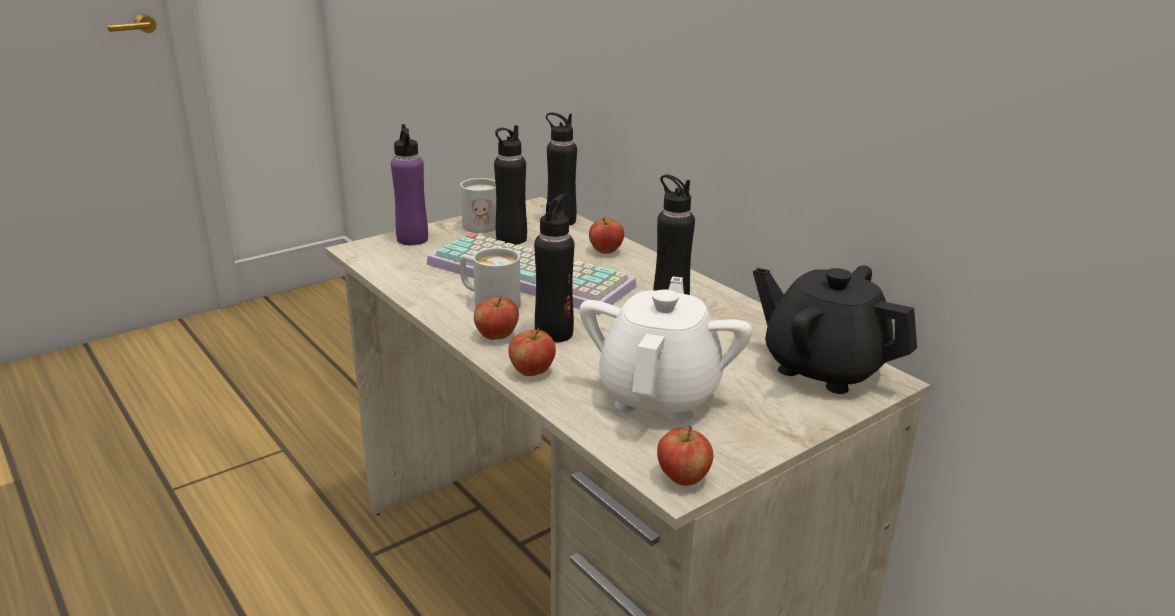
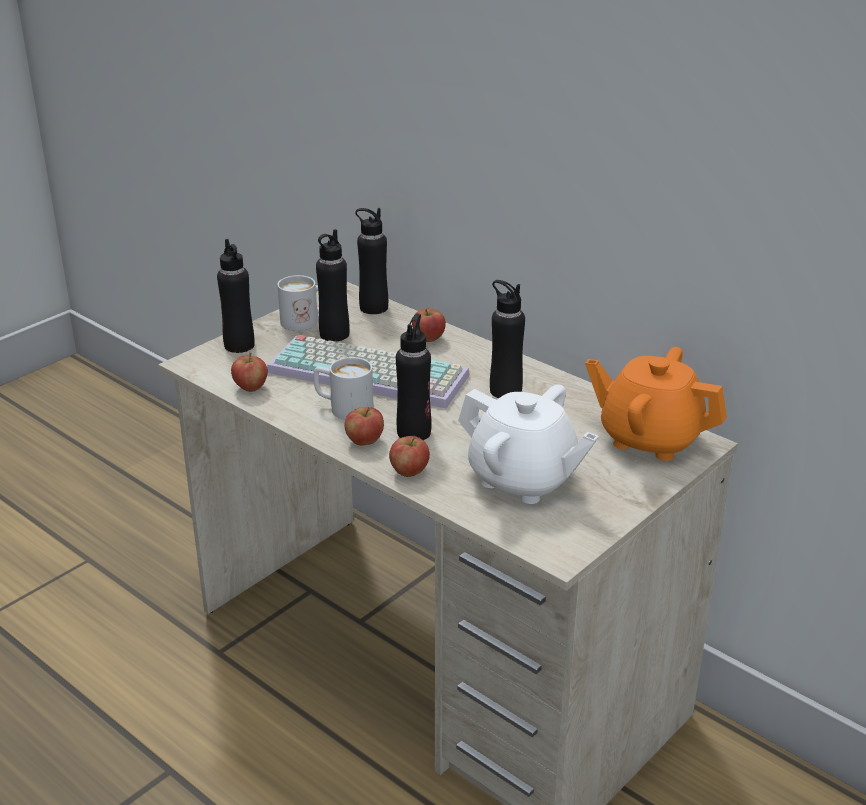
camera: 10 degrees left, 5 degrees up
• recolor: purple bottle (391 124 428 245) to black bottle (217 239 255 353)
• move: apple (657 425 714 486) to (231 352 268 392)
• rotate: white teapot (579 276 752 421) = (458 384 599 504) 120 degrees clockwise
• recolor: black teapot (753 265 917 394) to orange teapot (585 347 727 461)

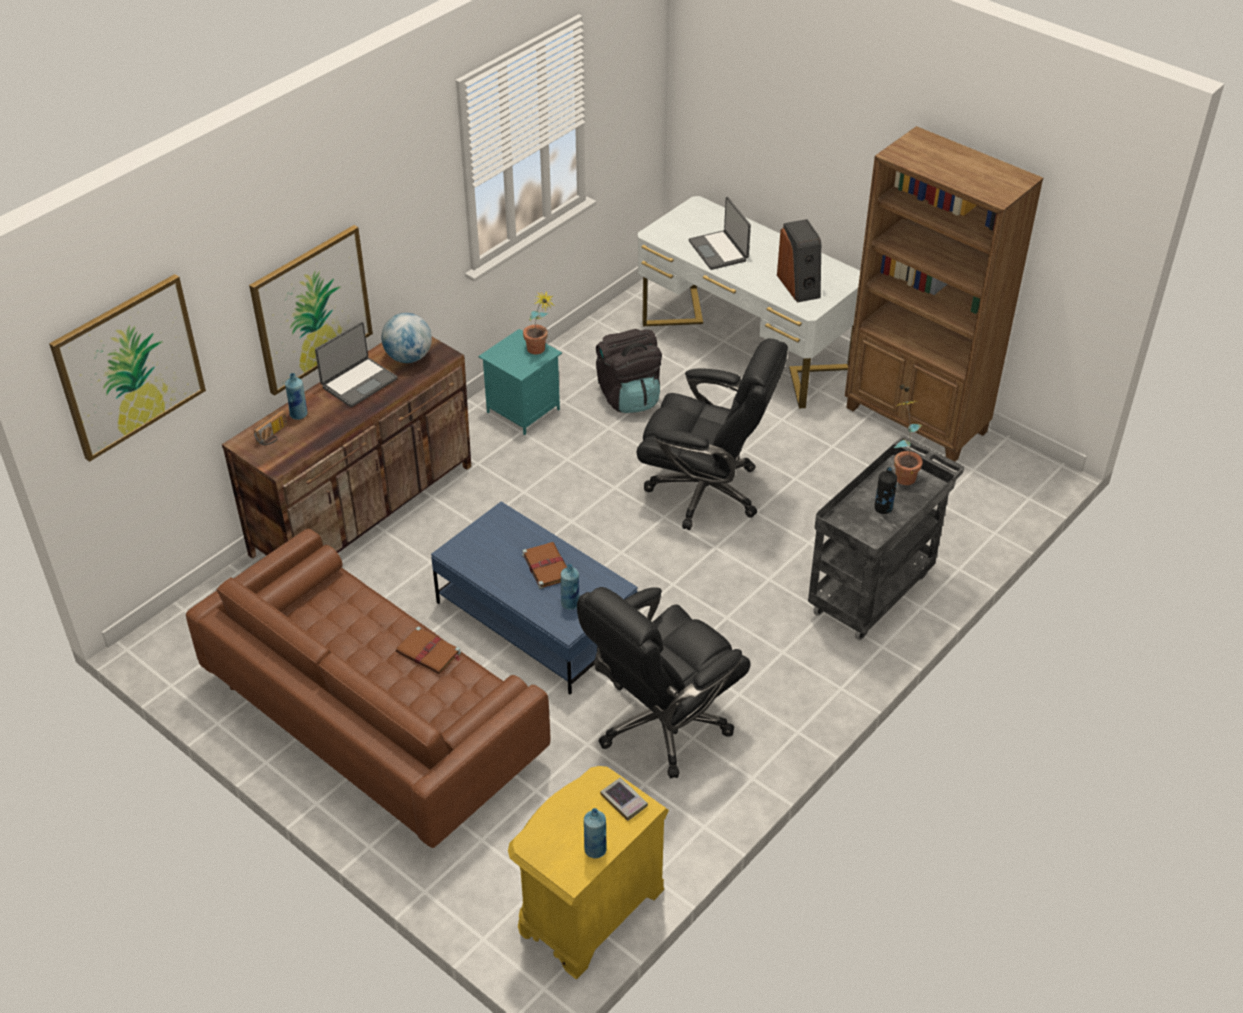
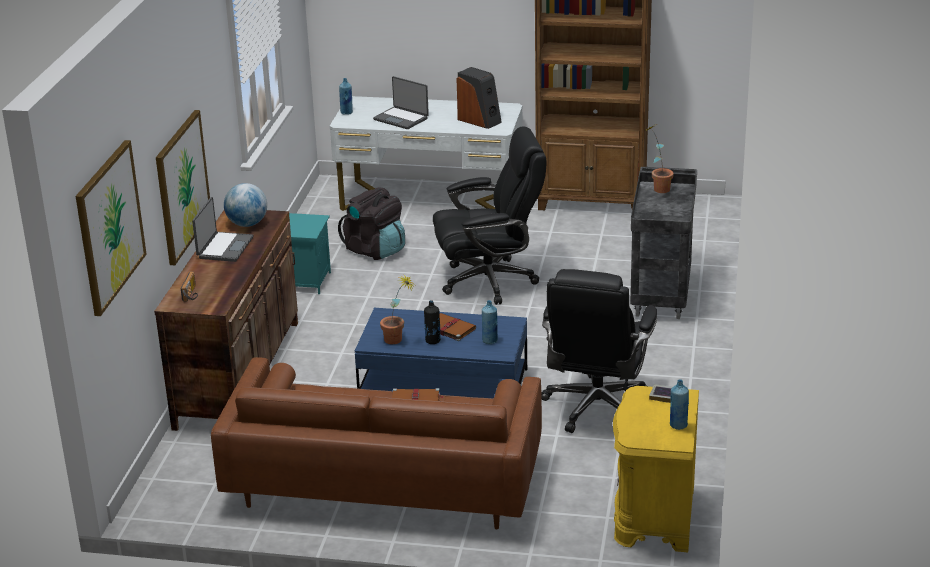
camera: 30 degrees left, 15 degrees down
• move: bluish bottle (285 373 307 420) to (339 78 353 115)
• move: plant in a pot (523 291 554 354) to (380 274 415 344)
• move: black bottle (874 467 897 514) to (424 300 441 344)

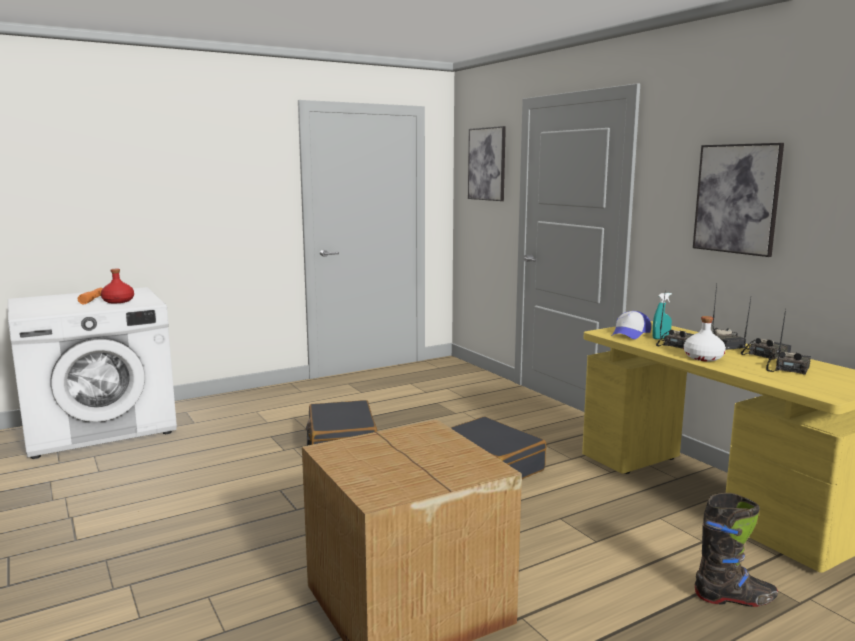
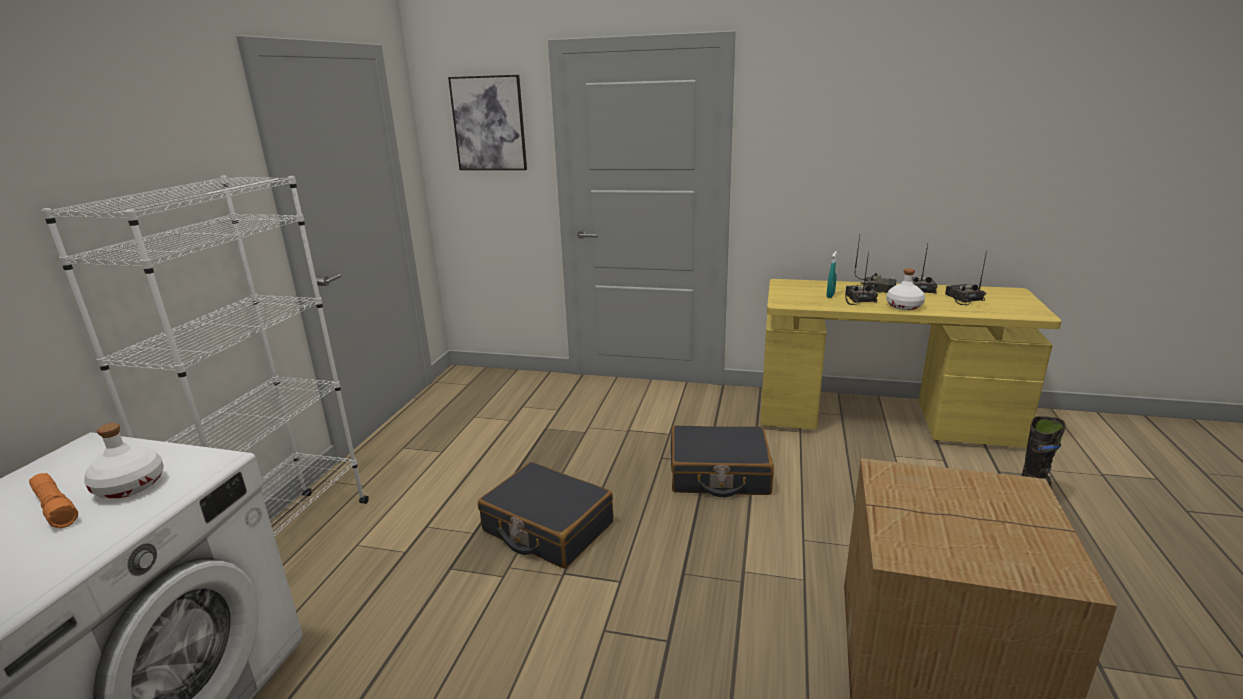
camera: 45 degrees left, 10 degrees up
• insert: white bookcase (41 176 369 537)
• recolor: red-coloured bottle (101 269 134 303) to white bottle (84 423 164 499)
• delete: cap (612 311 651 339)
• delete: picture (693 143 784 257)

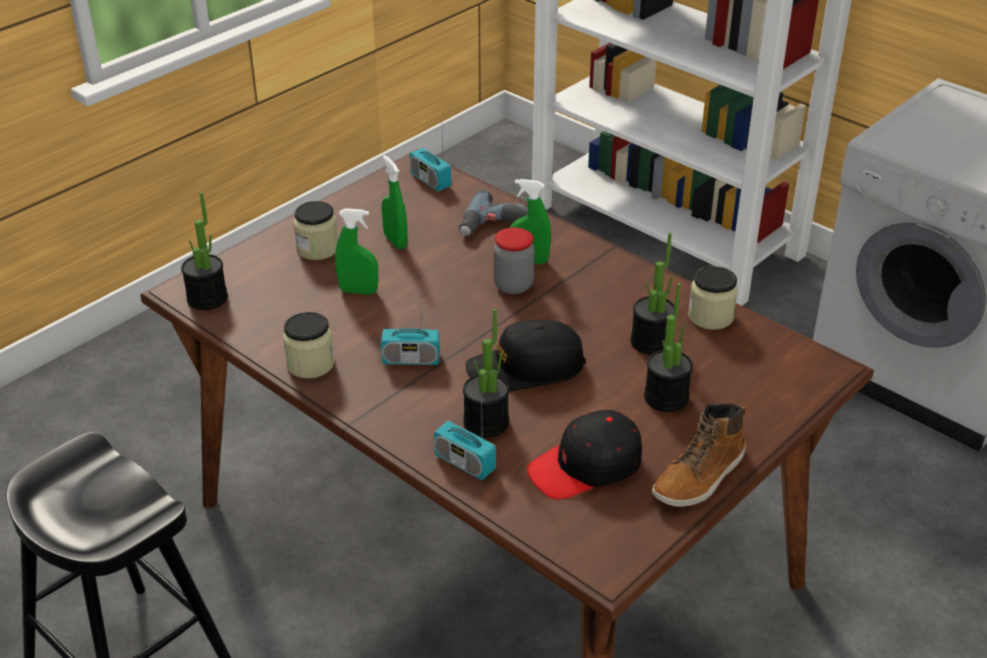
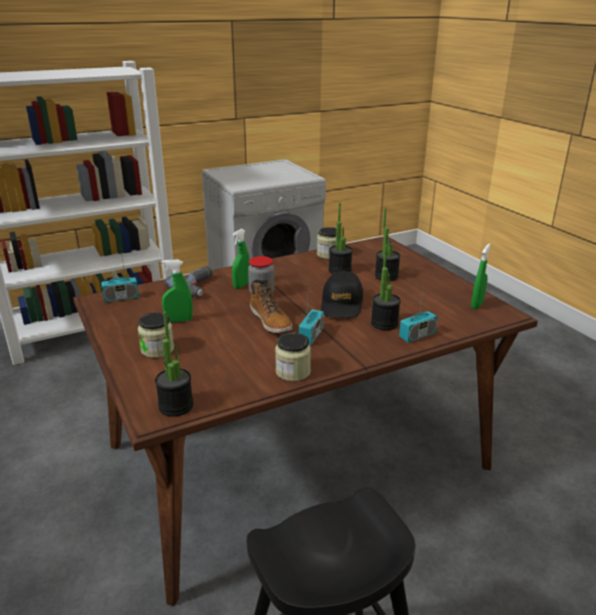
camera: 70 degrees left, 10 degrees down
• move: high-top boot (652 404 746 507) to (250 279 293 333)
• move: green-coloured spray bottle (335 208 378 295) to (471 244 491 309)
• delete: black cap (527 410 642 500)

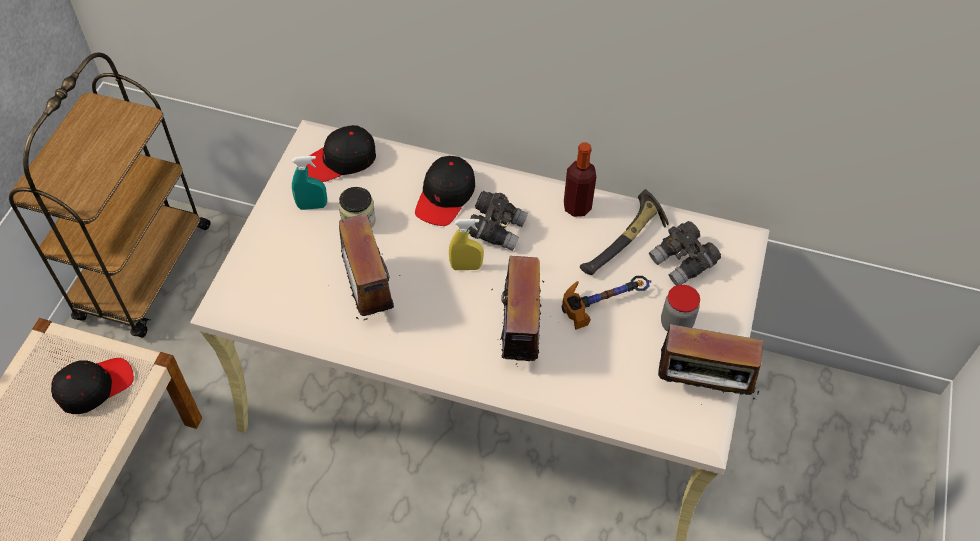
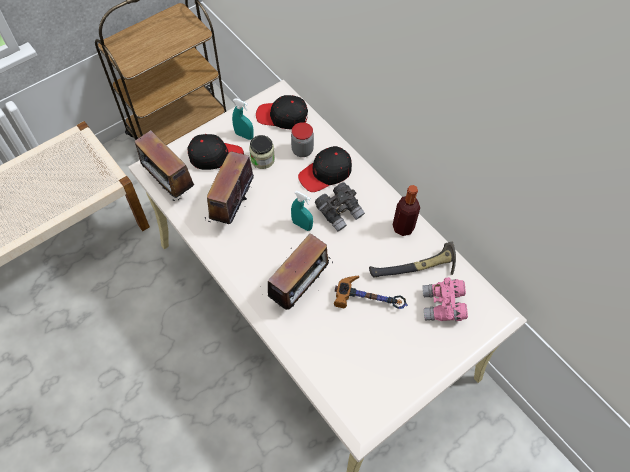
camera: 35 degrees right, 5 degrees up
• move: radio receiver (658 322 763 400) to (135 130 194 201)
• move: black cap (51 358 134 414) to (188 134 244 170)
• move: jar (661 285 700 332) to (291 122 314 157)
• recolor: yellowish spray bottle (449 219 484 270) to blue-green spray bottle (291 191 313 231)
• recolor: gray pair of binoculars (649 221 721 286) to pink pair of binoculars (423 277 468 321)

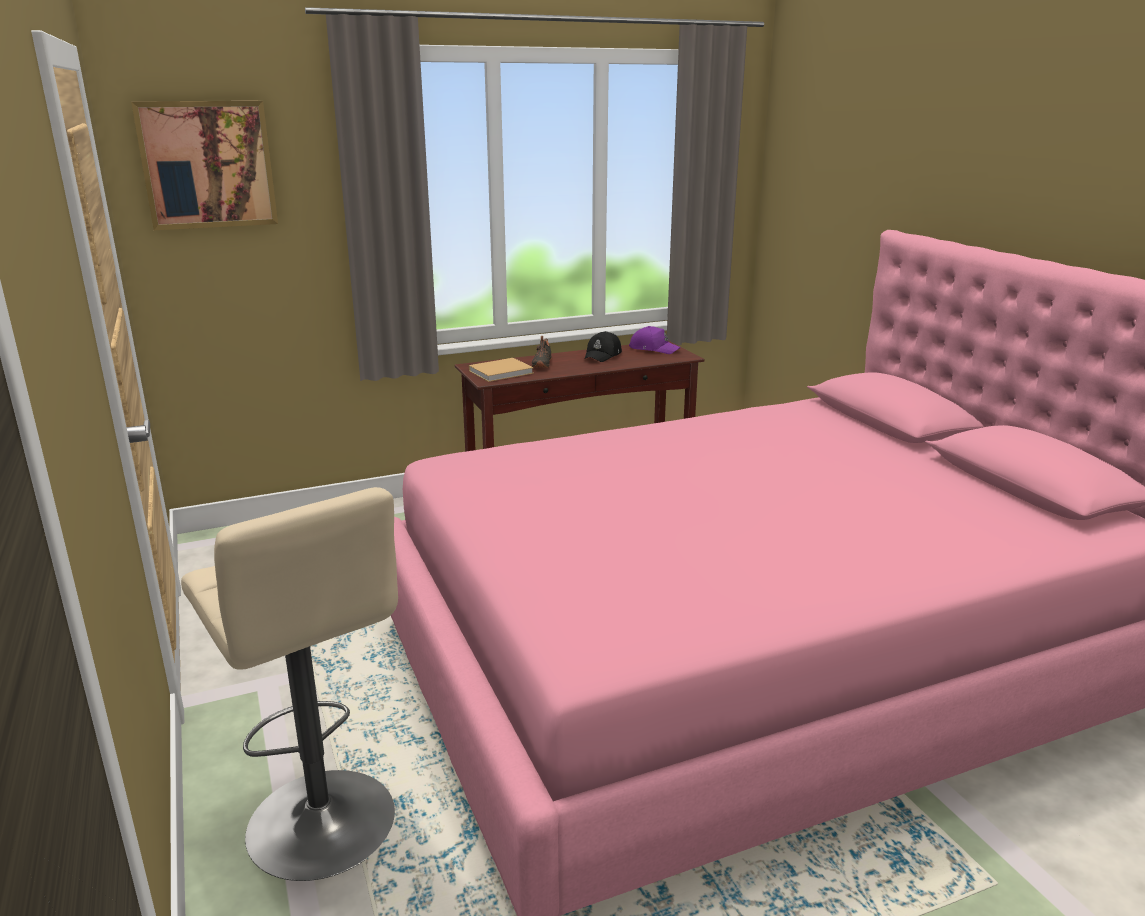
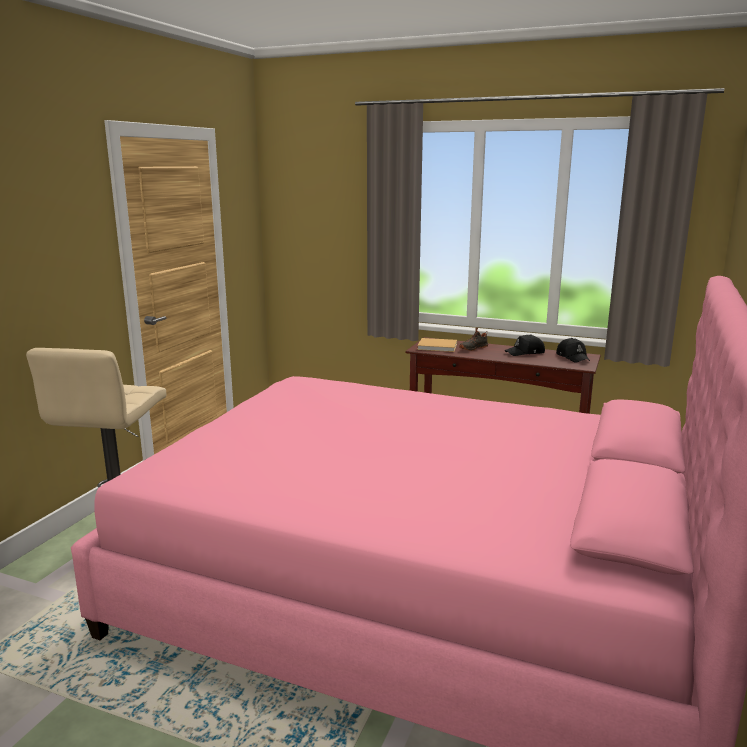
camera: 45 degrees right, 5 degrees down
• recolor: purple cap (629 326 680 354) to black cap (556 338 590 363)
• delete: picture (131 101 278 230)

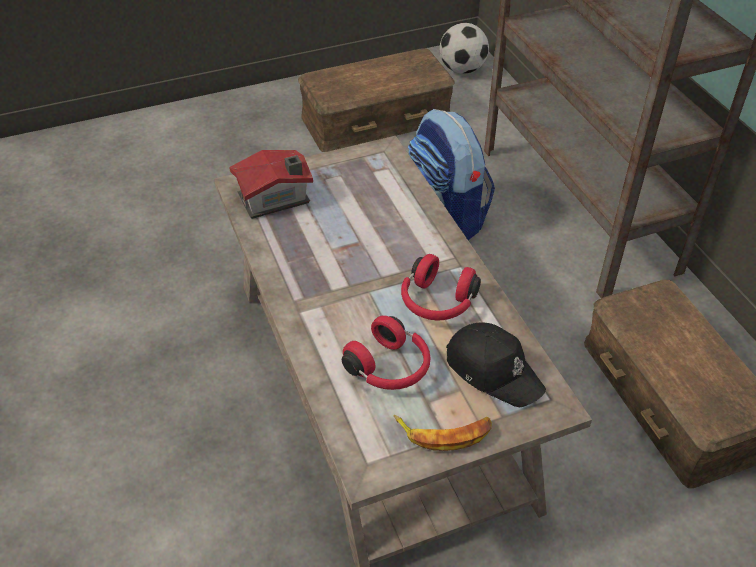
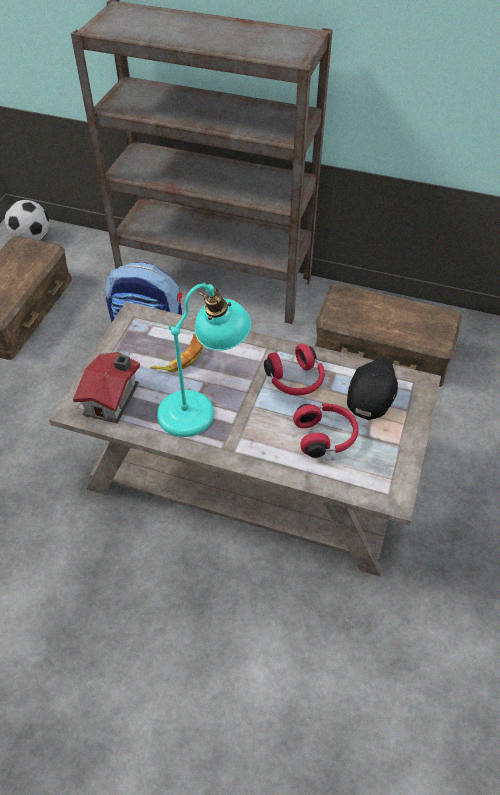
camera: 50 degrees left, 5 degrees up
• move: banana fruit (394 415 492 451) to (150 334 203 372)
• insert: blue-green table lamp (157 282 251 437)
• rotate: black cap (446 323 546 407) = (347 357 398 420) 60 degrees counterclockwise

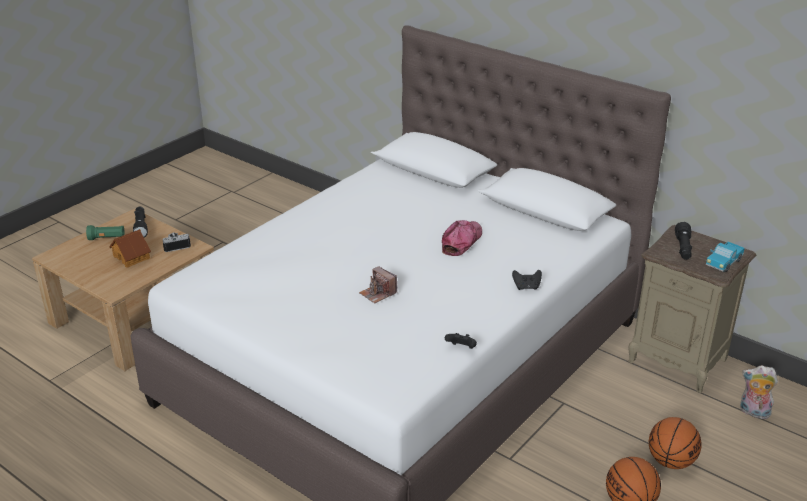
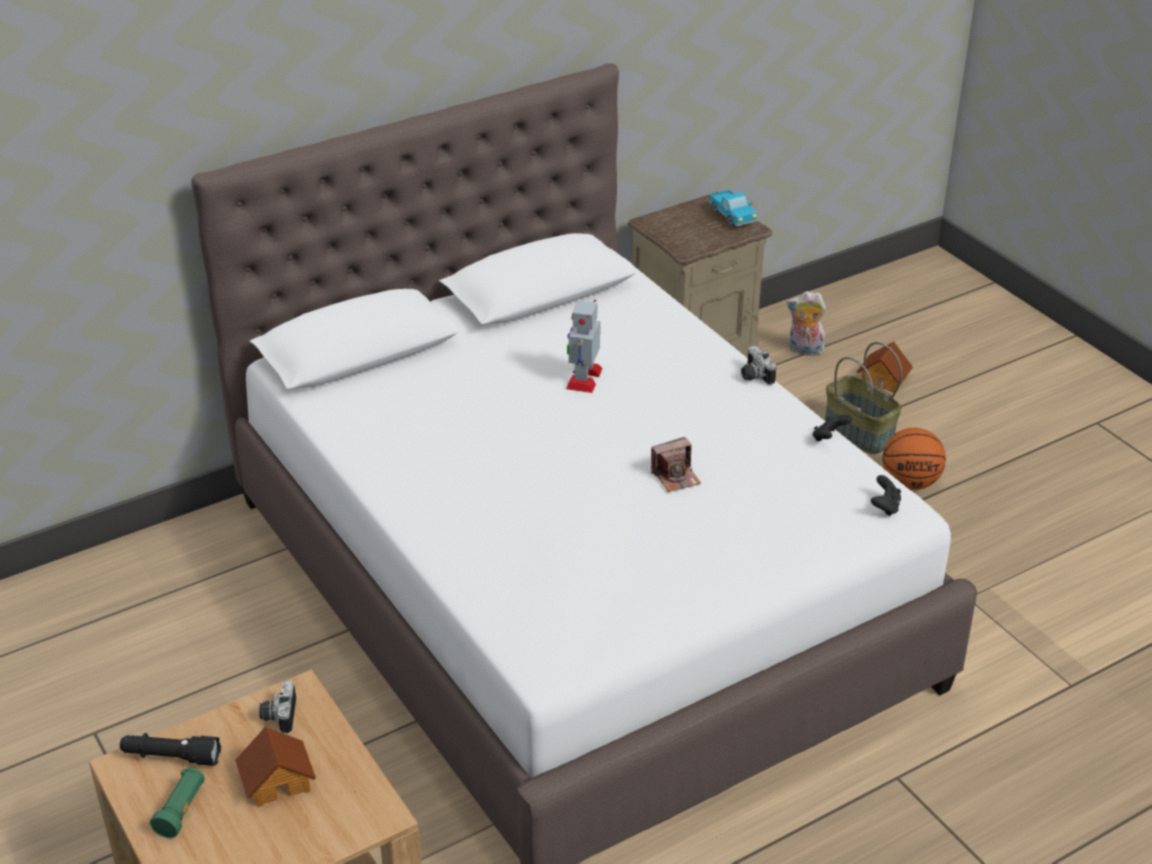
camera: 70 degrees left, 5 degrees up
• replace: cap (442 220 482 256) to toy robot (566 300 602 393)
• insert: still camera (741 346 776 385)
• rotate: cuddly toy (740 365 778 419) = (786 291 826 356) 60 degrees clockwise
• replace: basketball ball (649 417 702 469) to storage basket (824 342 902 454)
• insert: miniature house (857 341 913 393)
• move: black joypad (512 270 542 290) to (871 475 901 516)
• delete: black flashlight (675 222 692 260)

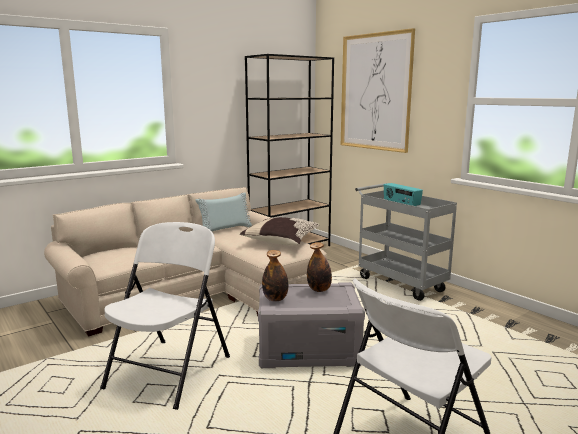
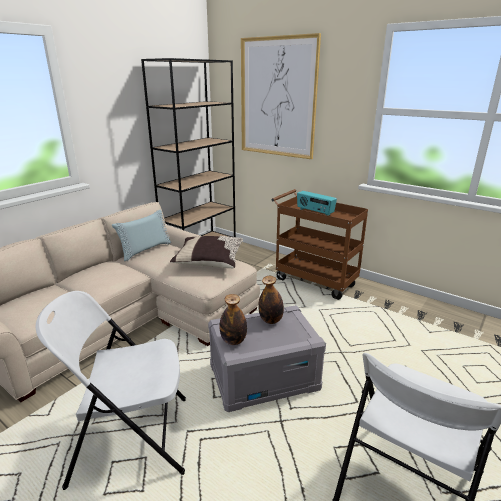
camera: 15 degrees left, 10 degrees up
• rotate: white upright chair (100 222 230 410) = (36 291 186 490) 105 degrees counterclockwise
• recolor: gray trolley (355 183 457 301) to brown-coloured trolley (271 189 368 300)

